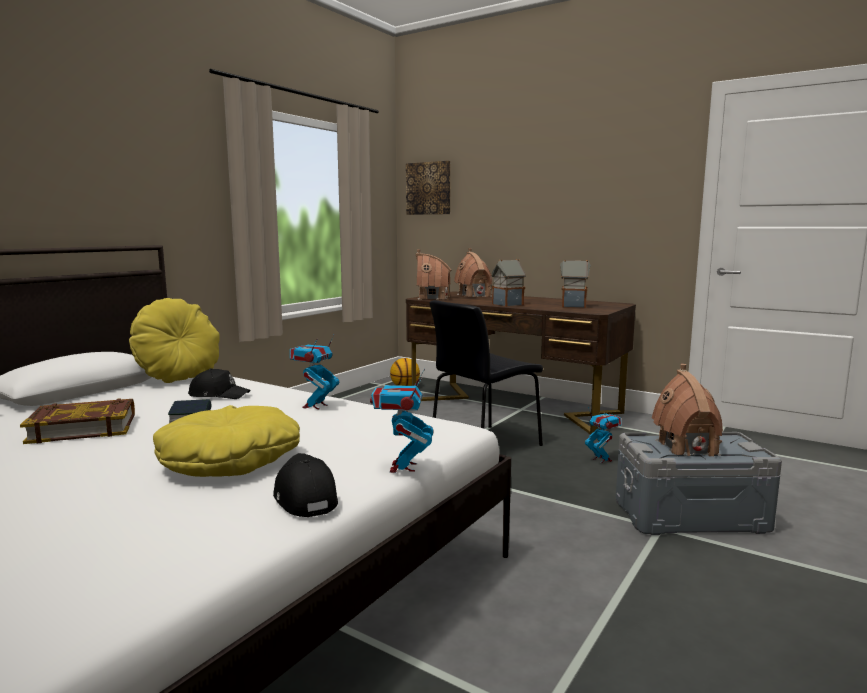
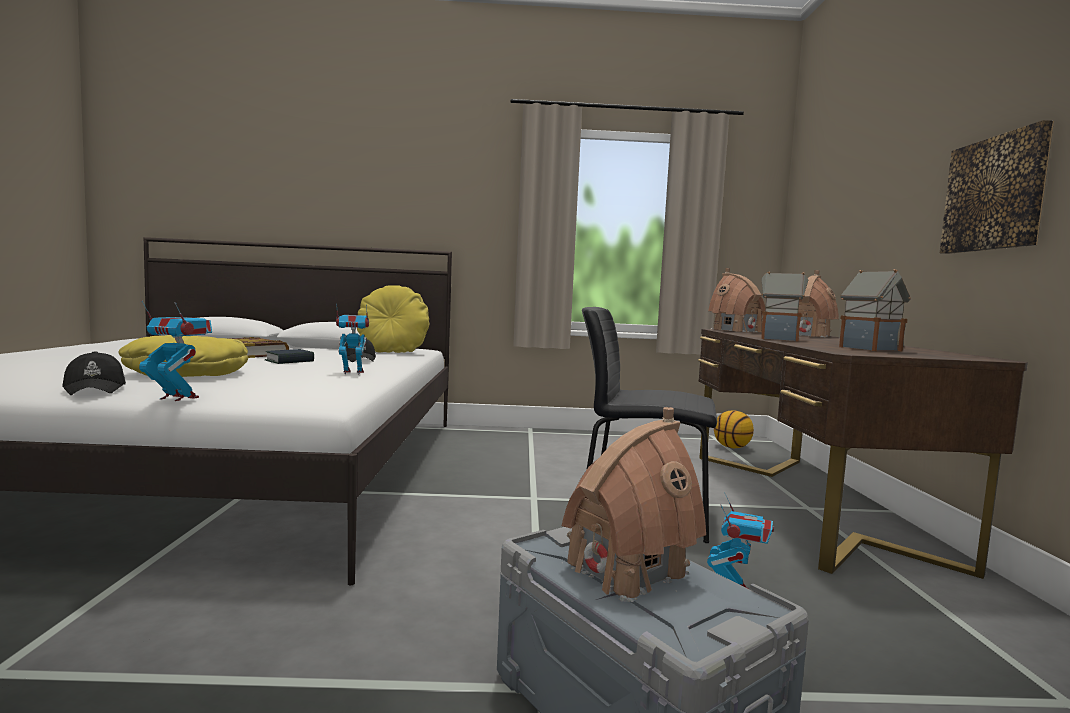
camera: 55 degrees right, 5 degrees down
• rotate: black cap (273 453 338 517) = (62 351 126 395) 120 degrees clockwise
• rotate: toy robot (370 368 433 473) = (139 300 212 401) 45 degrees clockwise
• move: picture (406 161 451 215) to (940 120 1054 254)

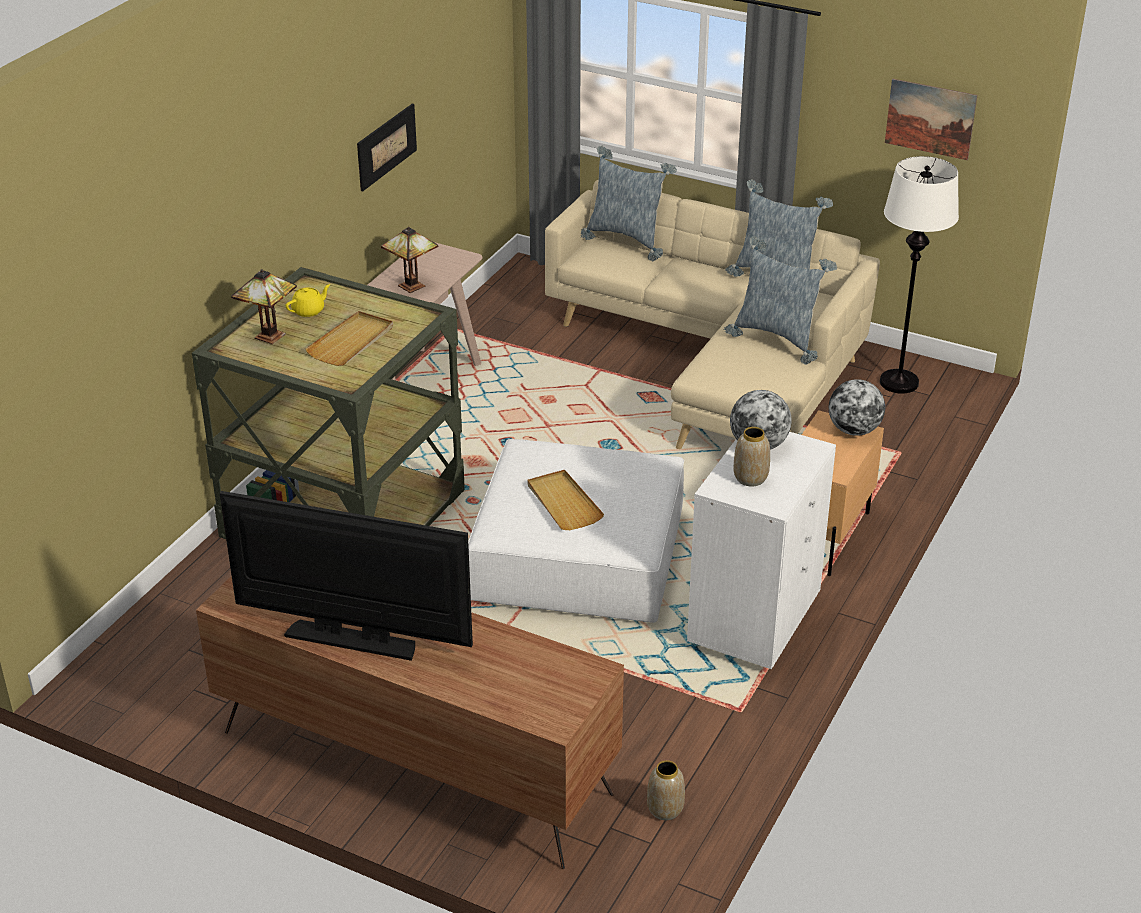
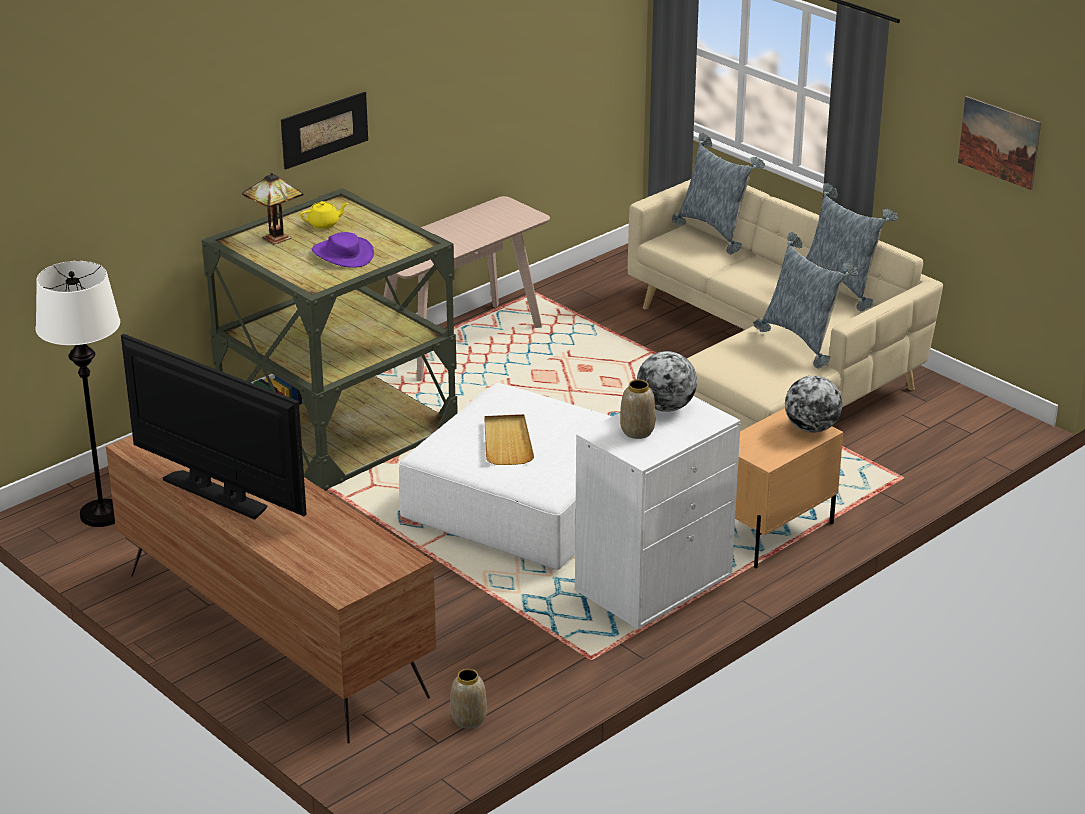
camera: 20 degrees right, 5 degrees down
• move: white standing lamp (880 156 959 394) to (35 261 120 527)
• move: picture (357 104 417 191) to (281 92 368 170)
• replace: beige tray (305 311 393 366) to purple clothing hat (312 232 374 268)
• delete: table lamp (381 227 438 293)

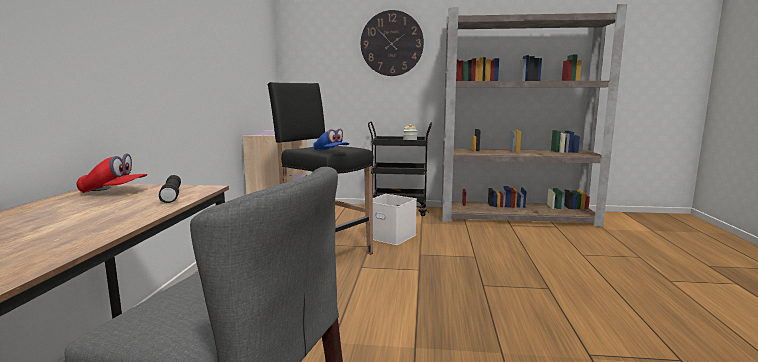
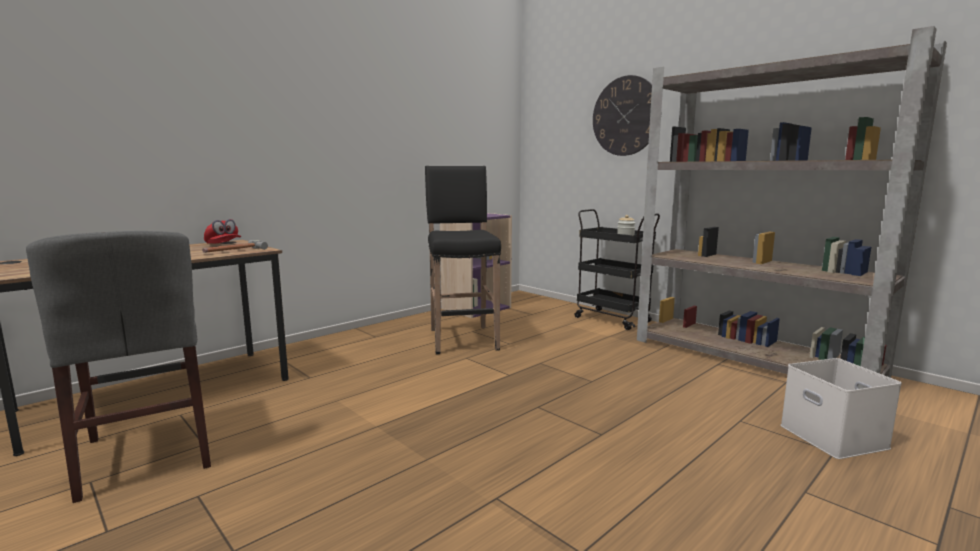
camera: 40 degrees right, 0 degrees up
• replace: black flashlight (159 175 181 203) to hammer (202 240 268 253)
• move: white storage container (365 194 417 245) to (780 358 902 459)
• delete: bluish cap (313 129 349 151)

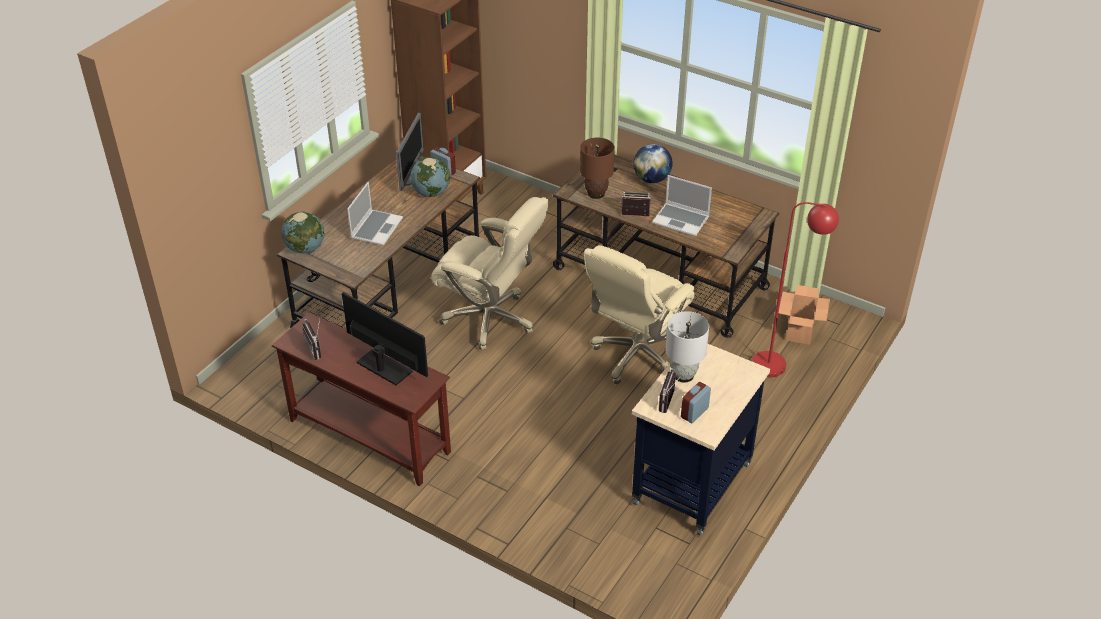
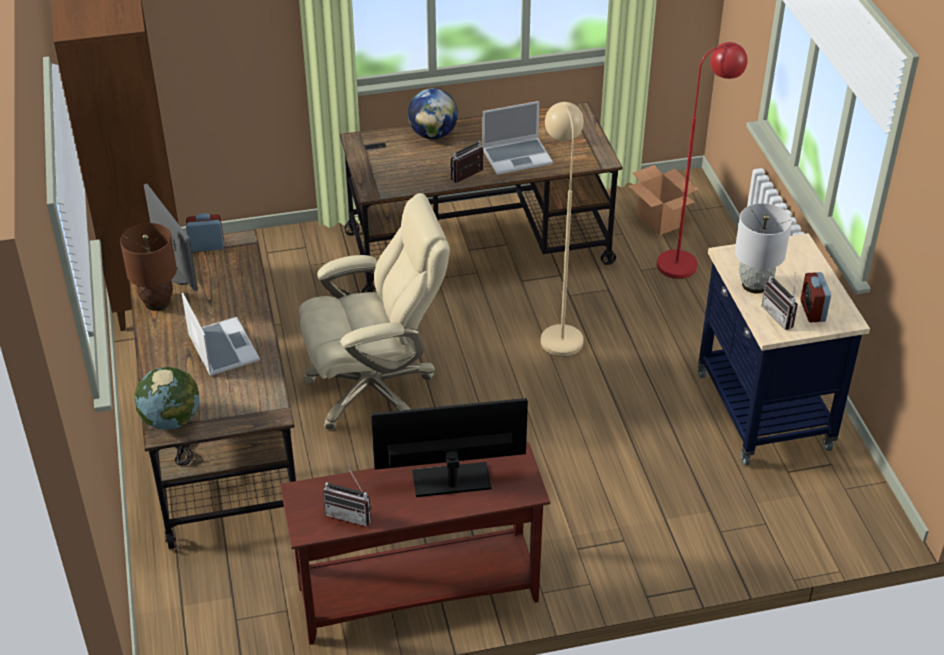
camera: 45 degrees left, 0 degrees up
• move: brown-coloured table lamp (580 138 615 199) to (120 223 177 311)
• replace: beige desk chair (584 245 695 384) to beige standing lamp (541 102 584 357)
• delete: desk globe (411 157 450 197)

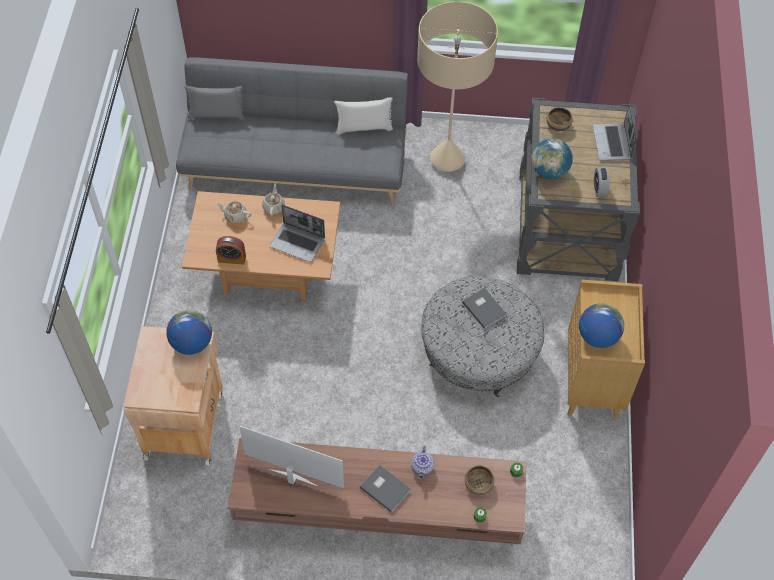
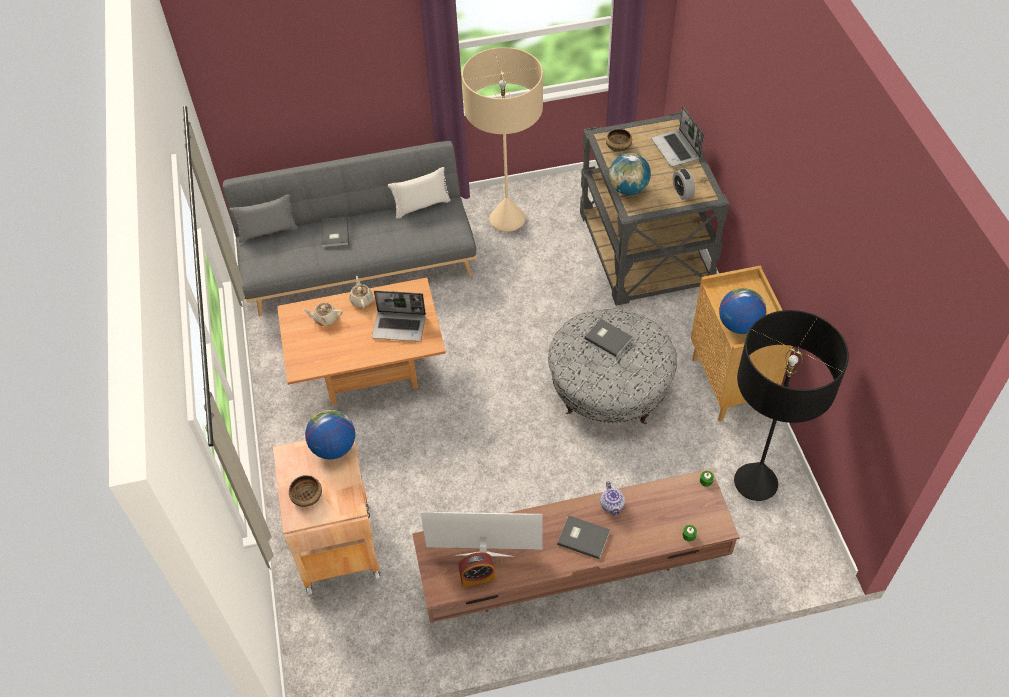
camera: 15 degrees left, 5 degrees down
• move: serving bowl (465 466 494 495) to (289 475 322 507)
• insert: gray volume (322 217 349 248)
• move: bedside clock (216 236 246 265) to (459 552 495 587)
• insert: black standing lamp (734 310 849 501)

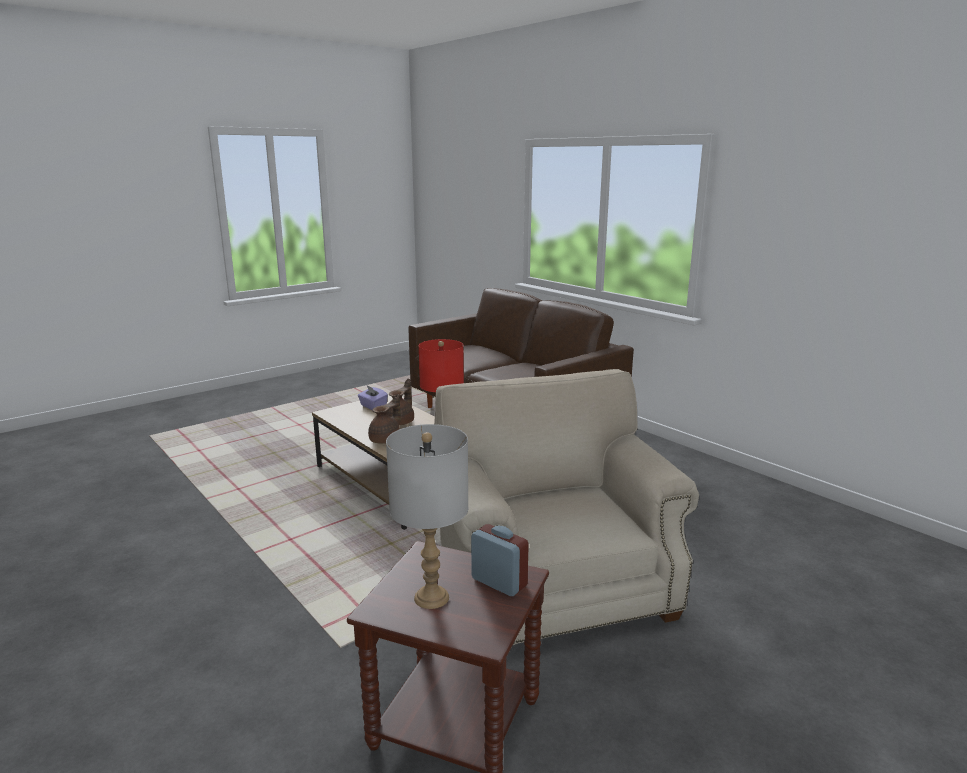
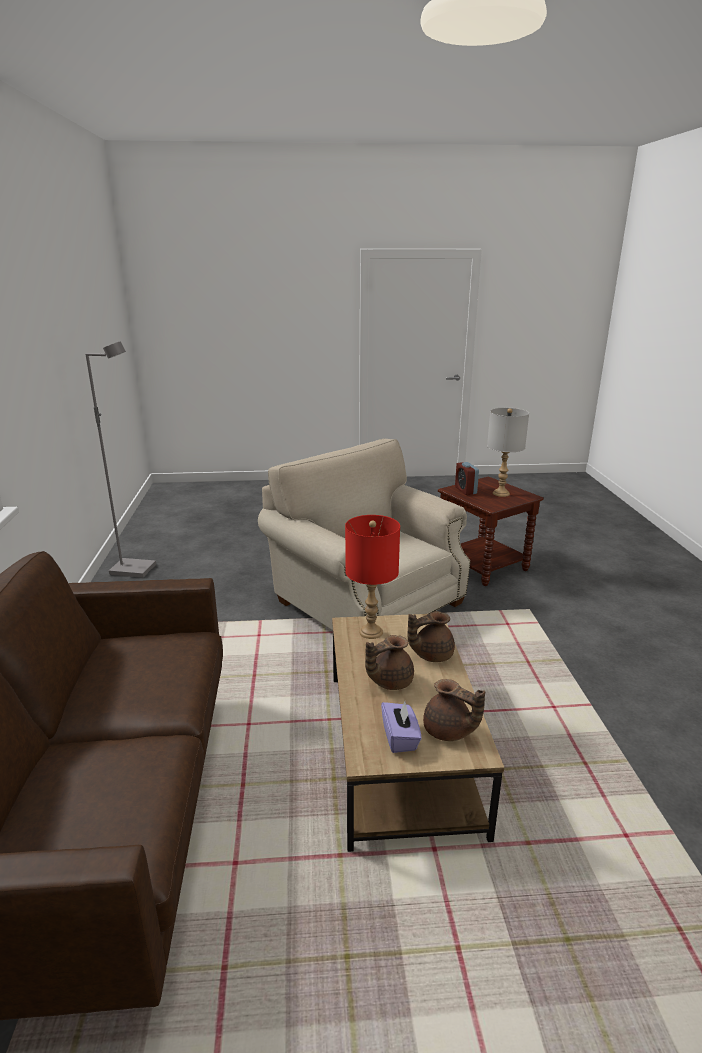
camera: 145 degrees left, 5 degrees up
• insert: gray standing lamp (85 341 156 578)
• rotate: beige armchair (434 369 699 645) = (258 438 470 630) 120 degrees clockwise
• insert: brown-coloured teapot (423 679 485 741)

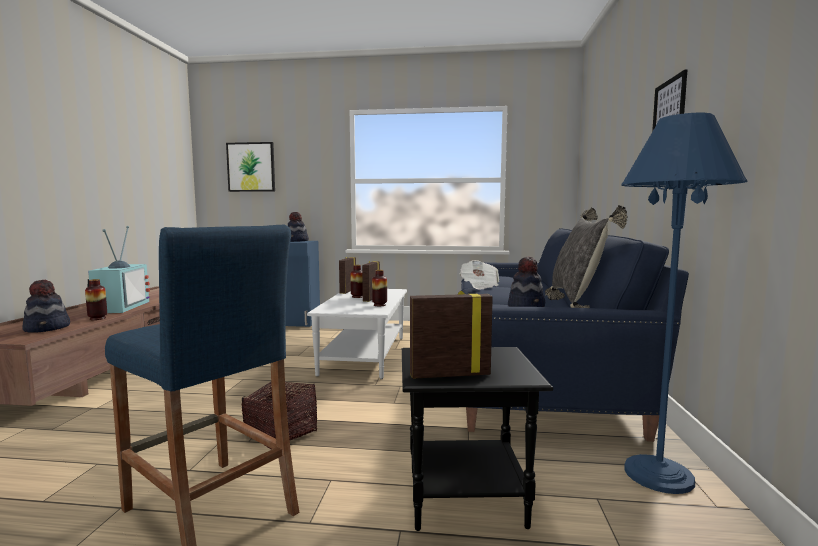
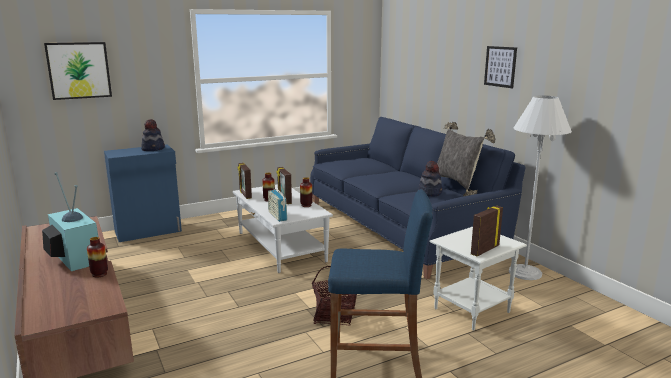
camera: 35 degrees left, 10 degrees up
• insert: radio receiver (268 186 287 222)
• recolor: black side table (402 347 553 531) to white side table (430 227 527 331)
• recolor: bluish standing lamp (621 113 747 494) to white standing lamp (509 96 572 280)
• delete: clothing hat (22 279 70 333)
• delete: newspaper (460 260 499 289)

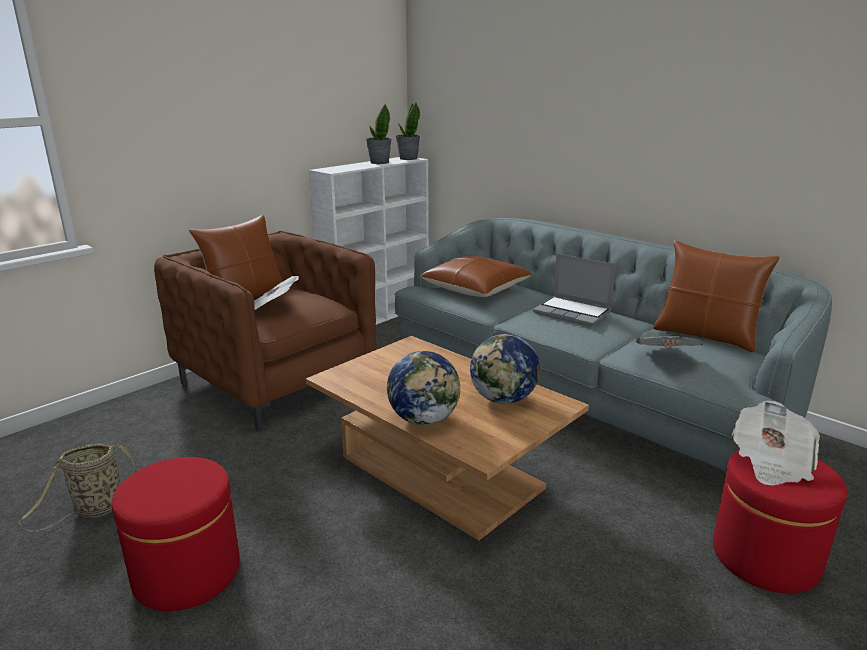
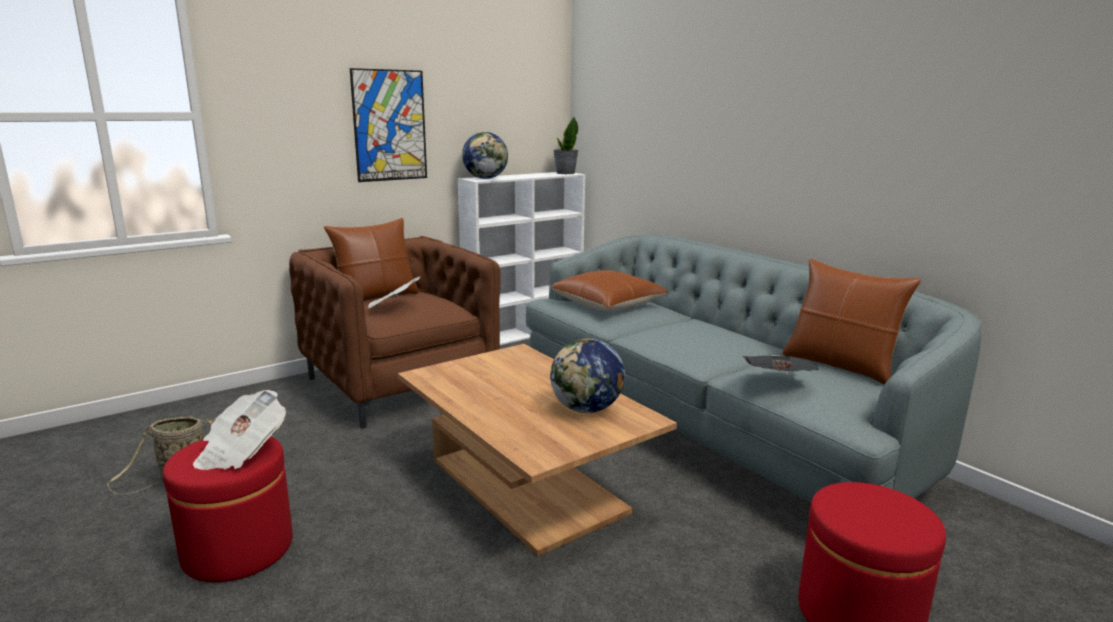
camera: 10 degrees right, 5 degrees down
• move: newspaper (732 401 820 485) to (193 390 286 470)
• insert: picture (350 68 427 182)
• move: desk globe (387 351 460 425) to (462 132 508 179)
• delete: plant in a pot (366 104 391 164)
• delete: notebook computer (533 253 616 327)

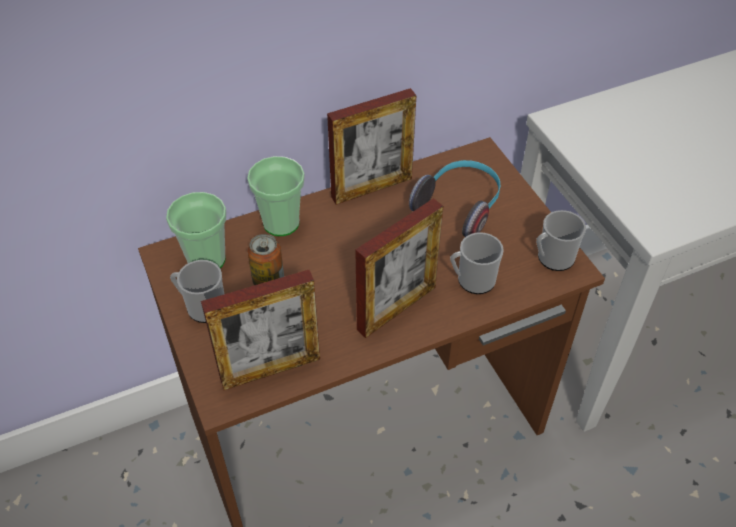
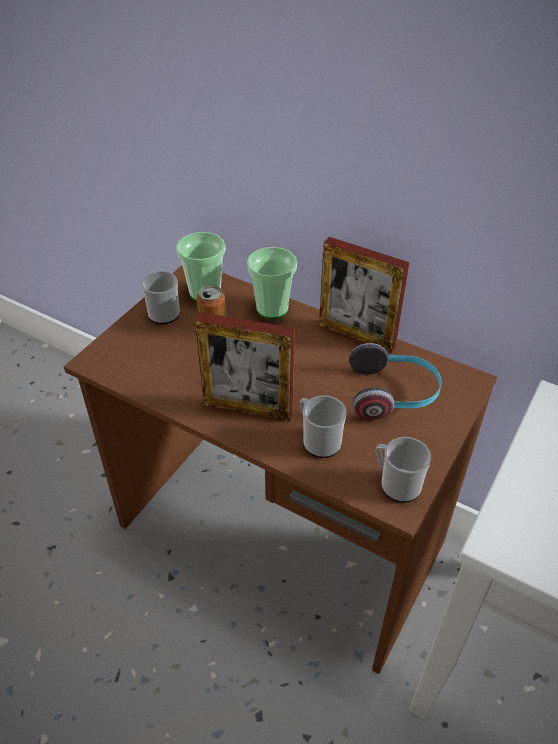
camera: 55 degrees right, 5 degrees down
• delete: standing frame (201 270 320 390)

